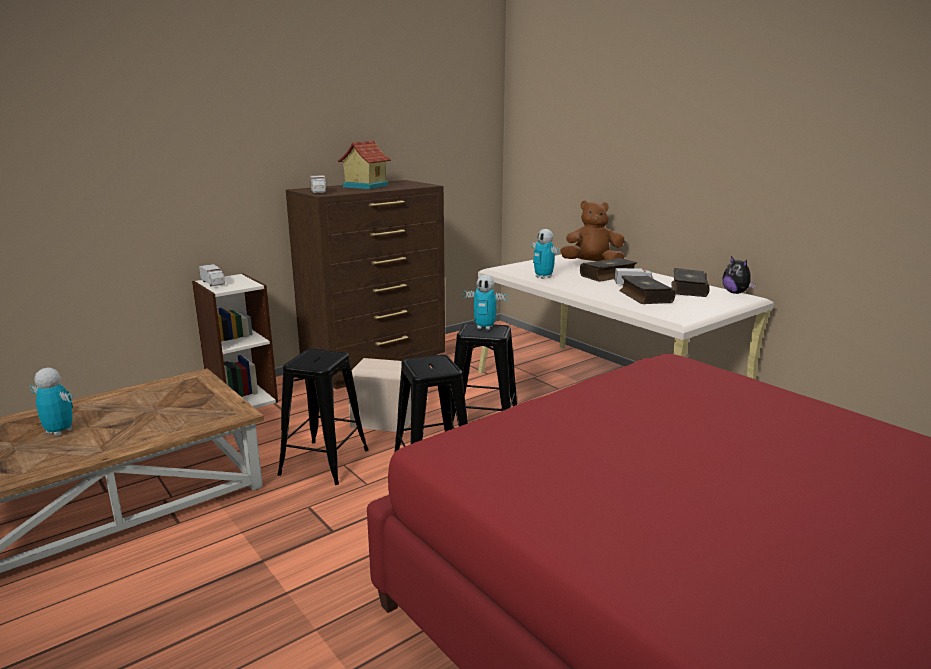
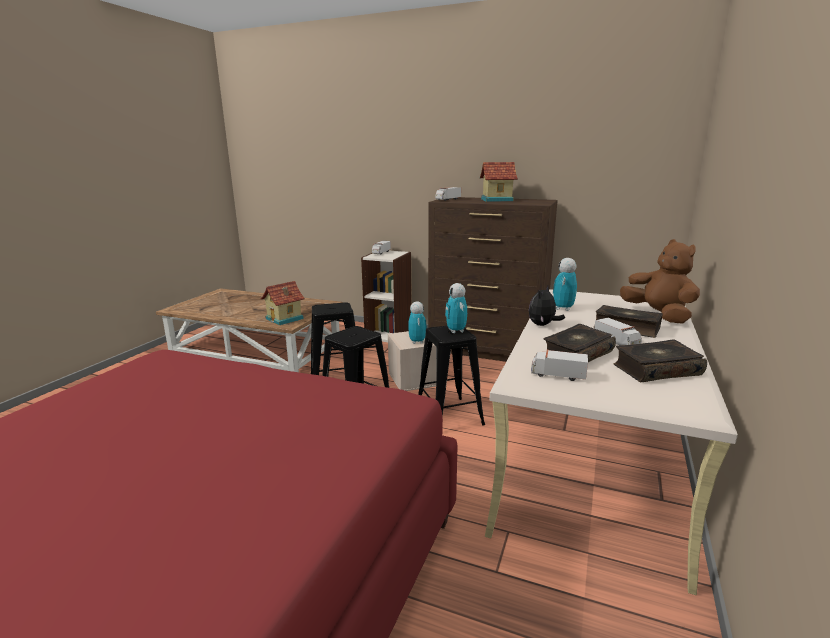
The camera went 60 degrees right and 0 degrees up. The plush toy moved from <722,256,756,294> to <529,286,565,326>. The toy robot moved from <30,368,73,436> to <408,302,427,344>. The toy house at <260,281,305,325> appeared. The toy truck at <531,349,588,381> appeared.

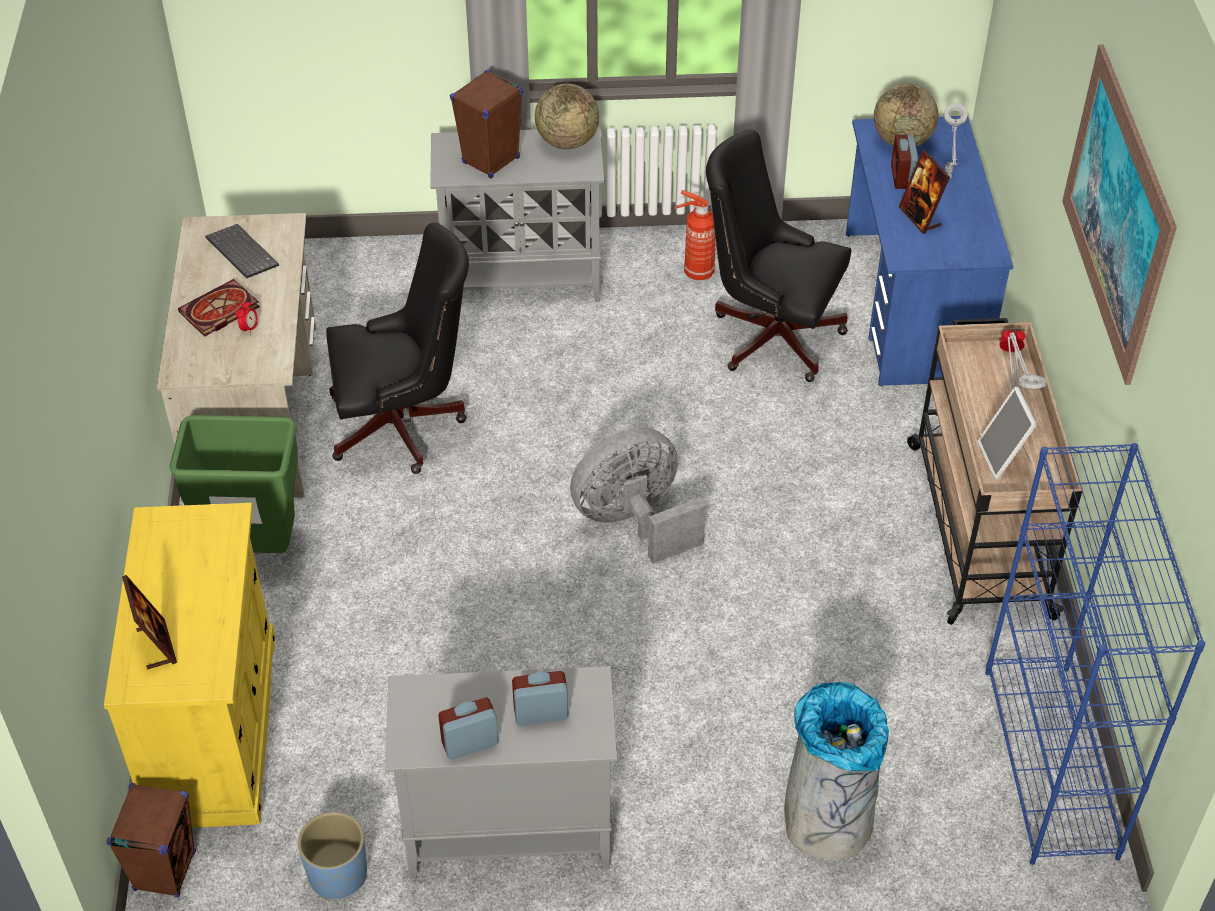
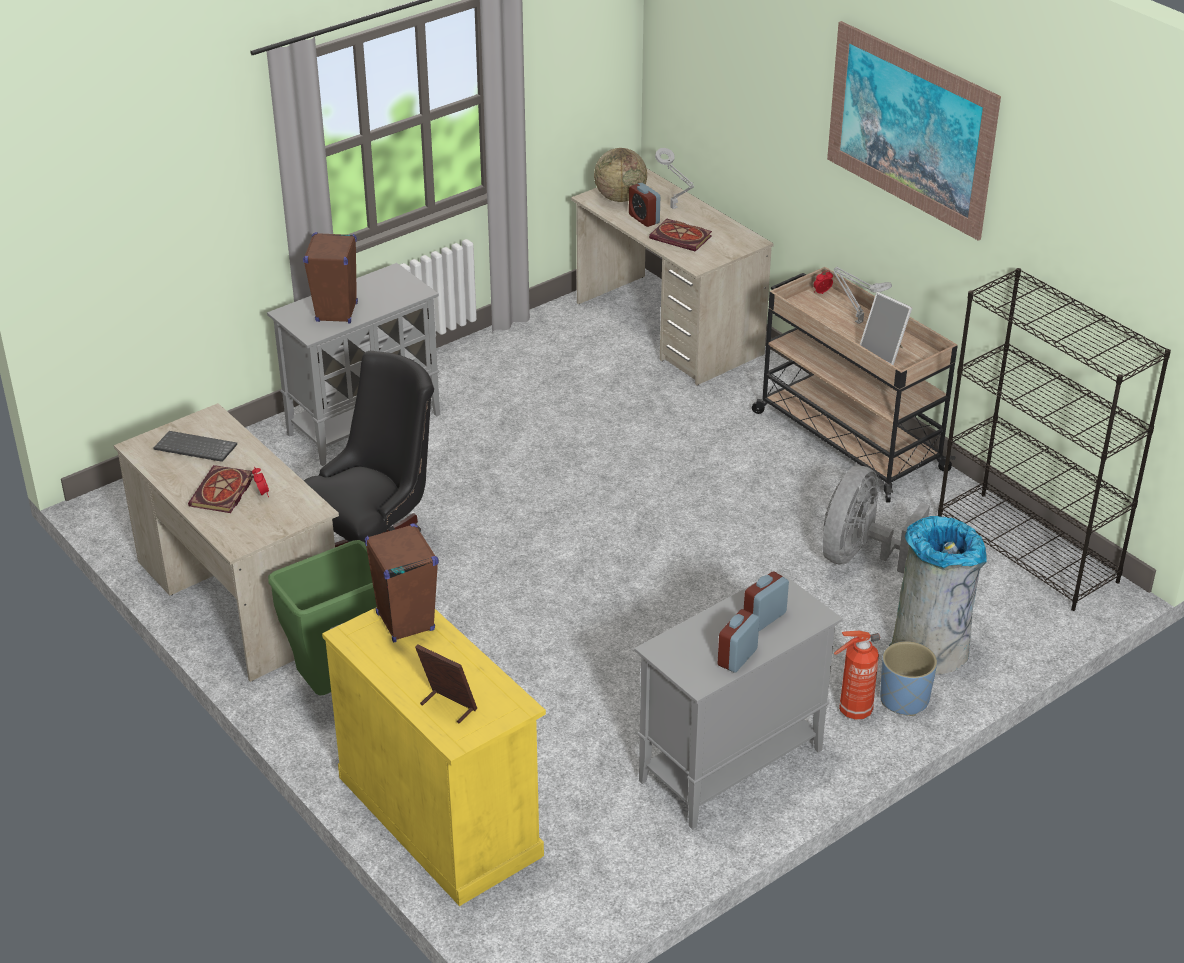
The camera went 35 degrees left and 10 degrees down. The globe at <535,83,599,149> disappeared. The desk/blue at <846,116,1013,386> became the desk/beige at <571,169,774,385>. The office chair/black at <706,129,851,382> disappeared. The picture frame at <899,150,950,234> was replaced by the book at <649,219,712,252>. The fire extinguisher moved from <674,190,716,280> to <834,631,880,720>. The fan/grey moved from <570,427,706,564> to <822,466,930,574>. The bookcase/blue at <985,443,1205,865> became the bookcase/black at <938,268,1171,611>. The speaker/brown moved from <107,783,196,898> to <365,523,439,642>. The planter/blue moved from <298,812,367,899> to <880,641,937,716>.

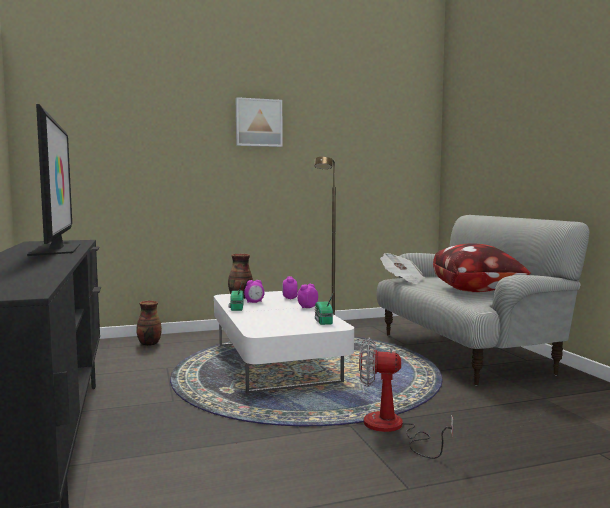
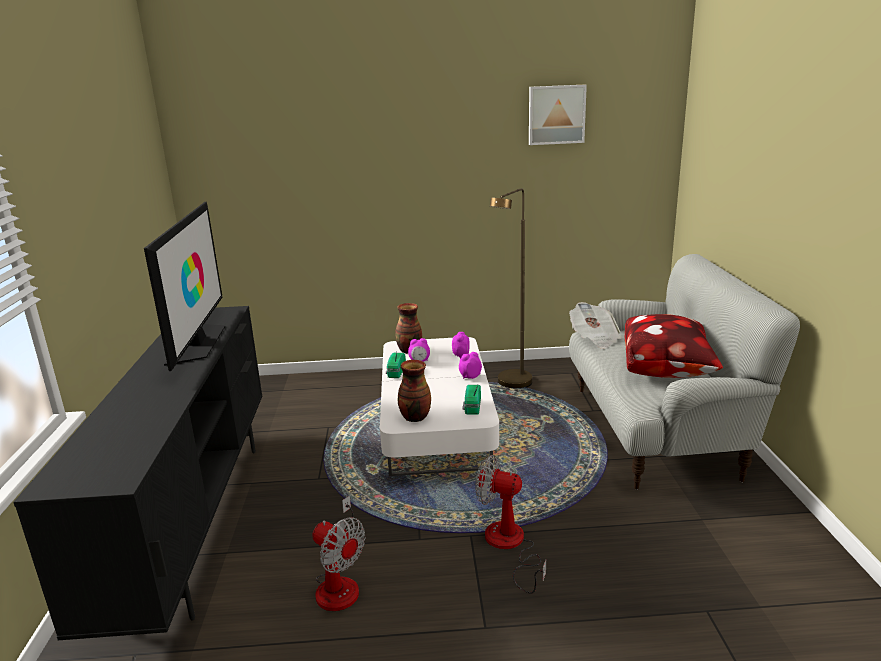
The camera went 15 degrees right and 15 degrees up. The picture moved from <236,97,283,147> to <529,85,587,145>. The vase moved from <136,301,162,346> to <398,360,431,422>. The fan at <313,495,365,611> appeared.

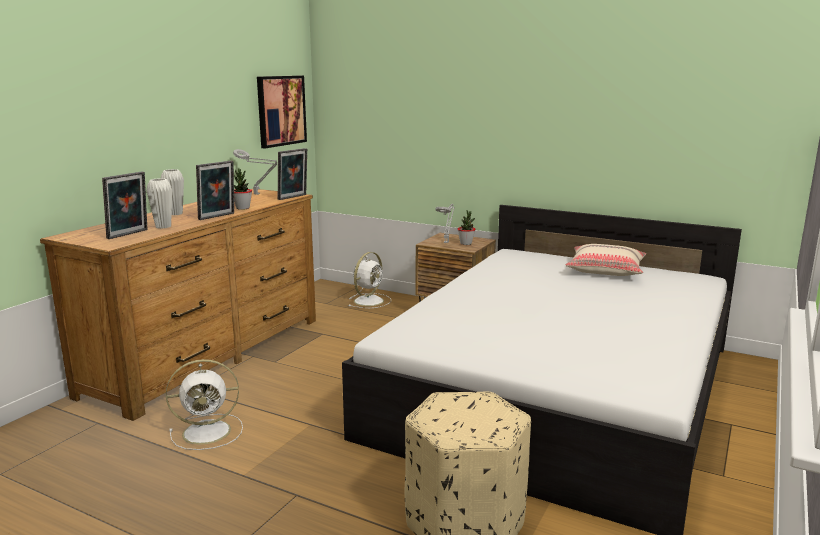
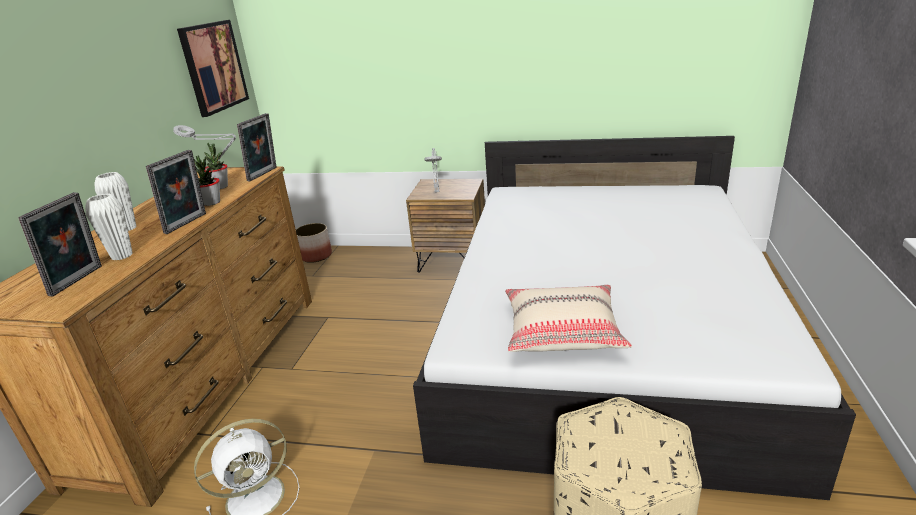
The camera went 15 degrees left and 10 degrees up. The potted plant moved from <457,210,475,245> to <204,143,228,189>. The pillow/beige moved from <566,244,646,276> to <505,285,632,352>. The fan/white at <348,252,391,308> disappeared. The planter at <296,223,332,263> appeared.

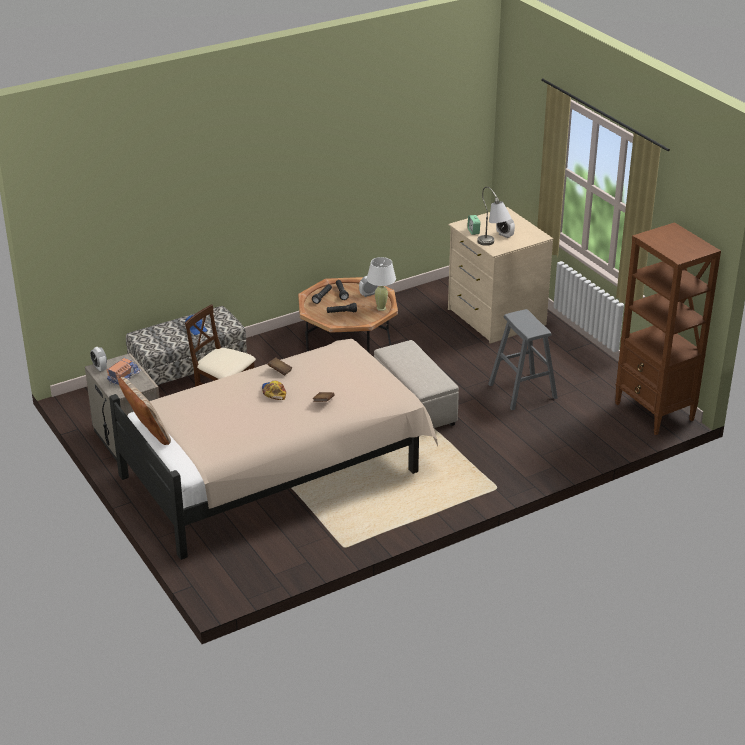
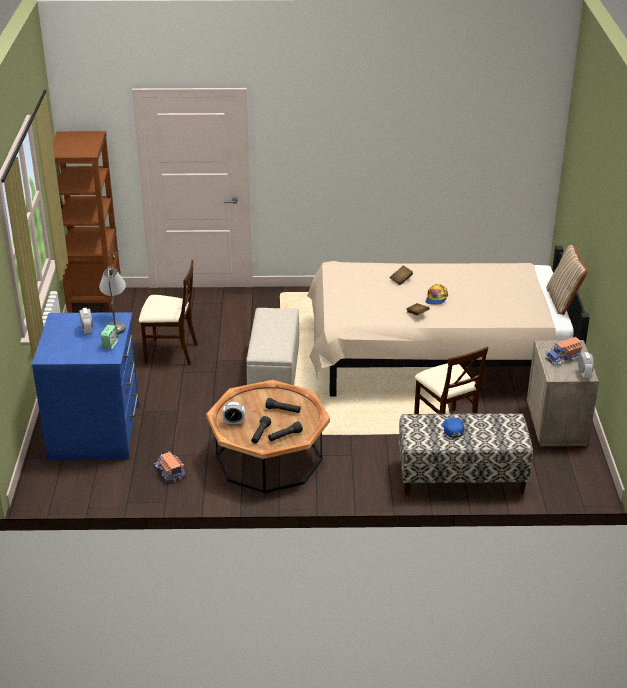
The camera went 150 degrees left and 0 degrees up. The dresser/beige at <448,207,553,344> became the dresser/blue at <32,312,139,460>. The table lamp/white at <367,257,396,311> disappeared. The stool/grey at <488,309,558,410> was replaced by the chair/beige at <139,260,198,365>. The toy truck at <155,451,186,483> appeared.

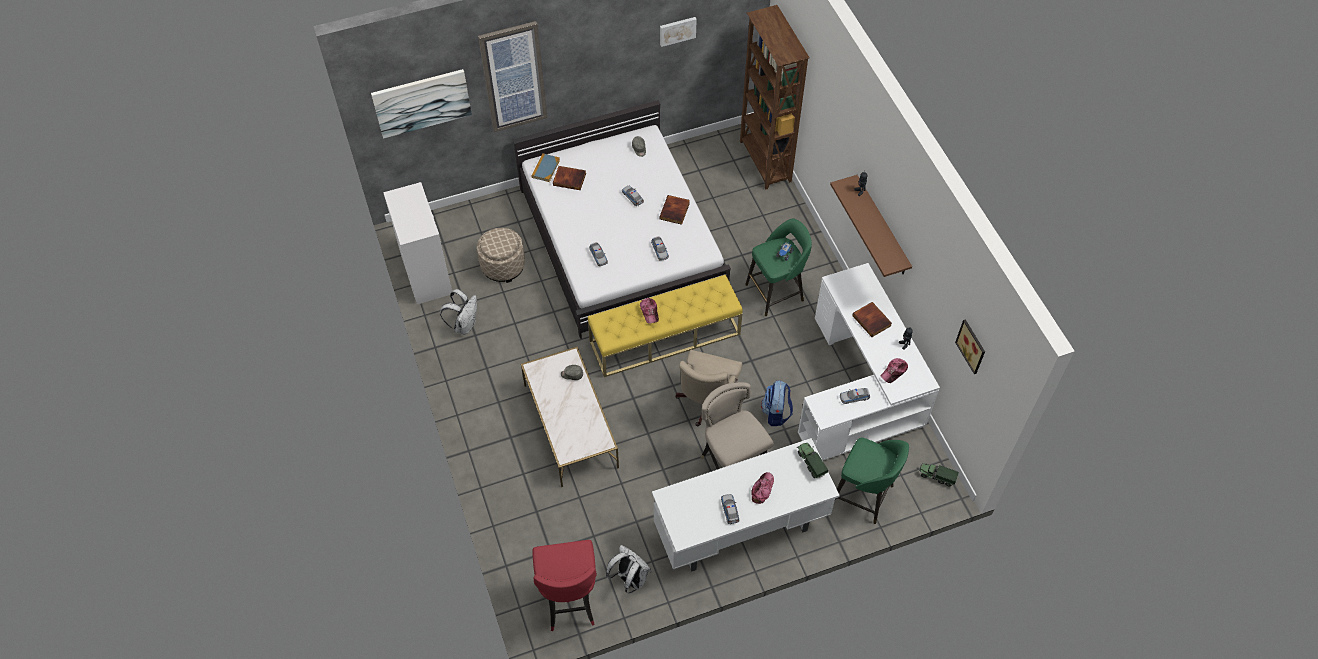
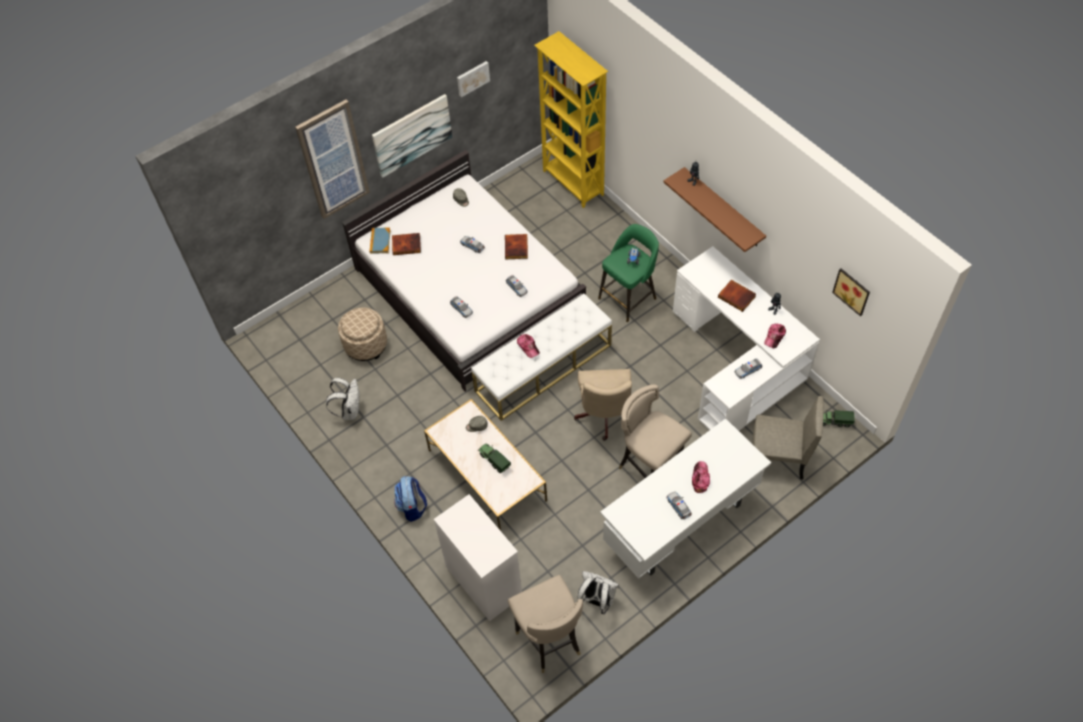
The camera went 15 degrees left and 0 degrees up. The bookcase/brown at <740,5,810,189> became the bookcase/yellow at <534,31,608,208>. The picture moved from <371,69,472,139> to <372,94,452,178>. The dresser/white moved from <383,182,452,304> to <434,494,522,621>. The bench/yellow at <588,275,743,377> became the bench/white at <471,294,612,421>. The backpack moved from <761,380,793,426> to <394,476,427,522>. The stool/green at <834,438,909,524> was replaced by the chair/beige at <752,396,824,479>. The toy truck moved from <797,443,828,478> to <478,443,511,473>. The stool/red at <532,540,597,631> became the stool/beige at <508,575,583,673>.

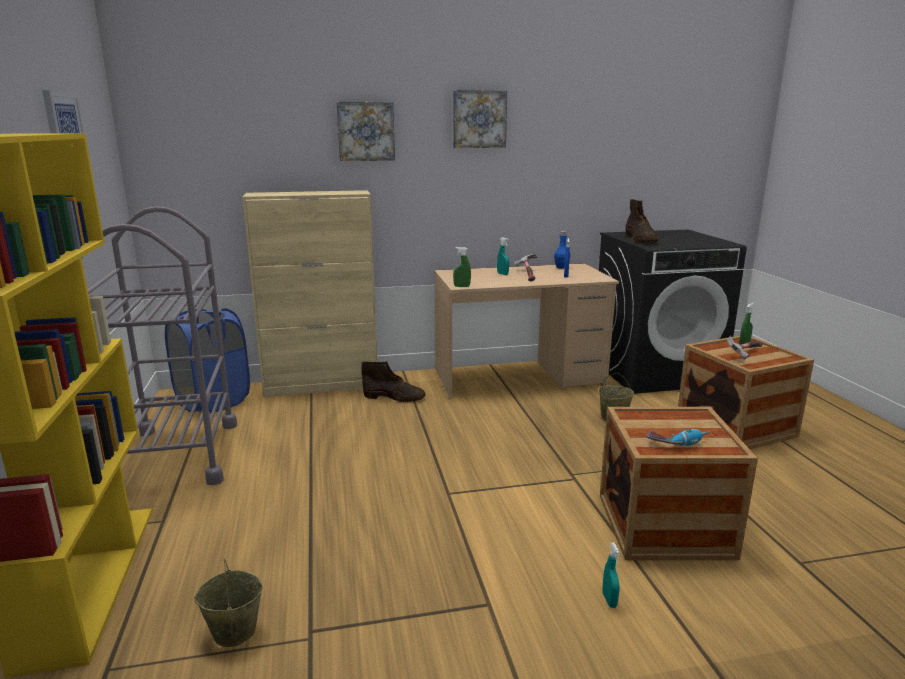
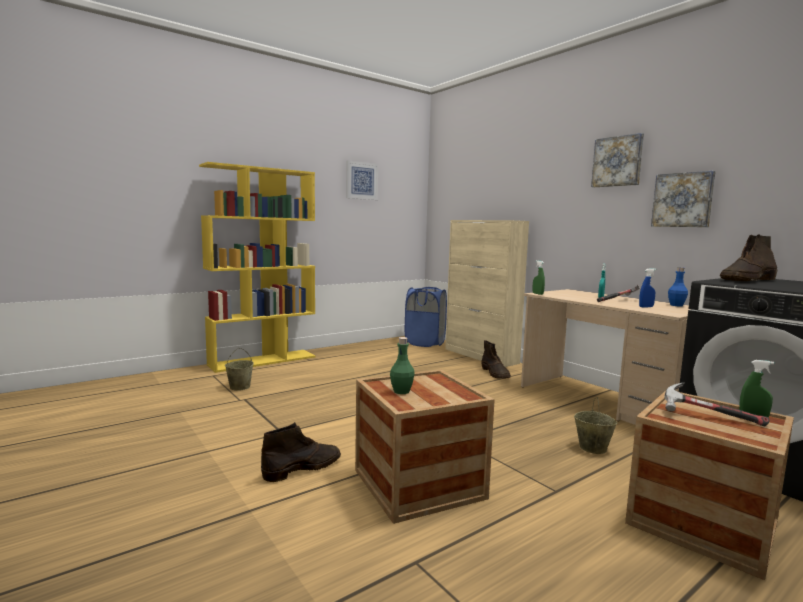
The camera went 65 degrees right and 10 degrees down. The picture moved from <337,102,395,161> to <651,171,716,227>. The cart/grey at <81,206,237,489> disappeared. The power drill at <647,429,710,446> was replaced by the bottle/green at <390,337,415,394>. The spray bottle/turquoise at <603,542,620,608> was replaced by the boot/brown at <261,422,341,482>.

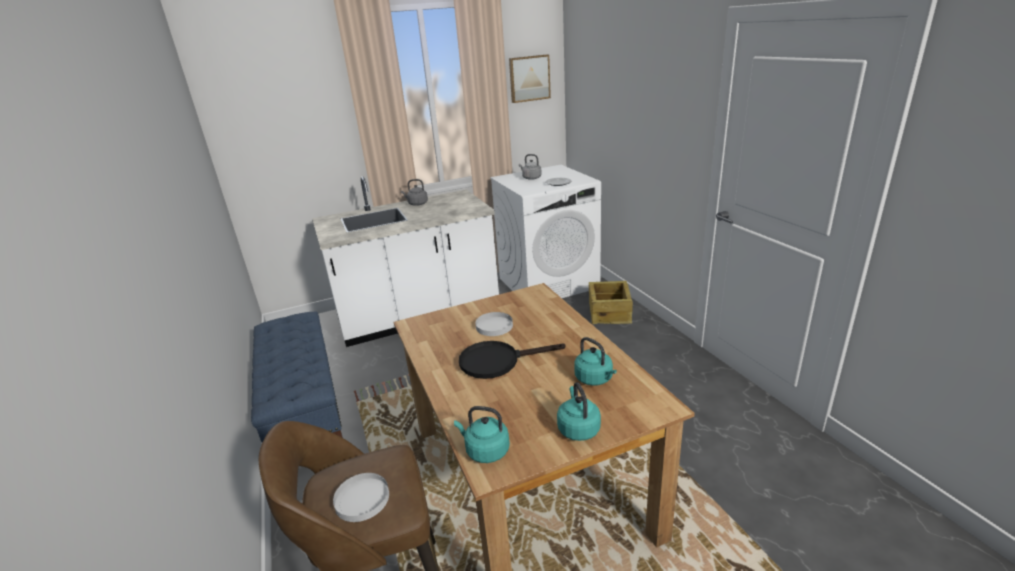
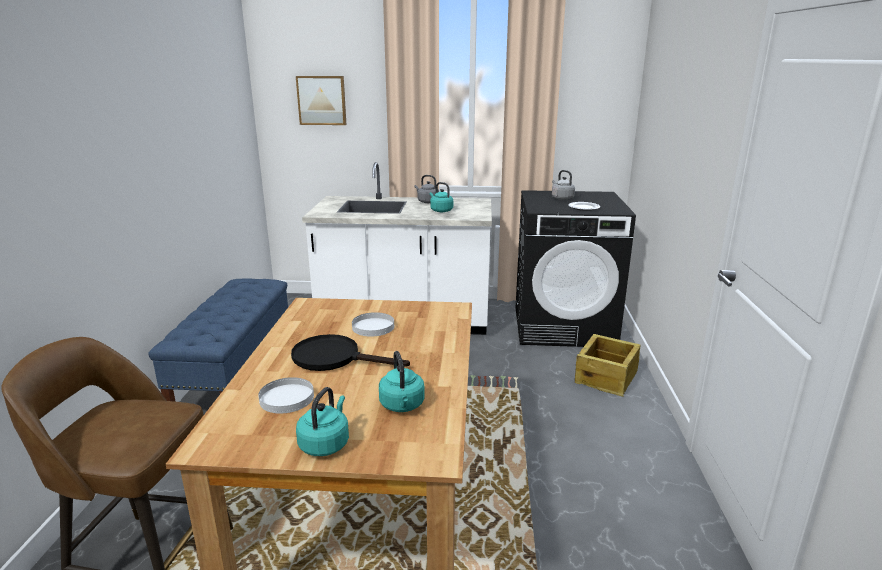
The camera went 25 degrees right and 5 degrees down. The picture moved from <509,54,551,103> to <296,76,346,125>. The washing machine/white at <490,165,601,298> became the washing machine/black at <516,190,636,347>. The kettle/turquoise moved from <454,406,510,463> to <430,182,453,212>. The plate/white moved from <333,473,389,522> to <258,377,314,414>.

